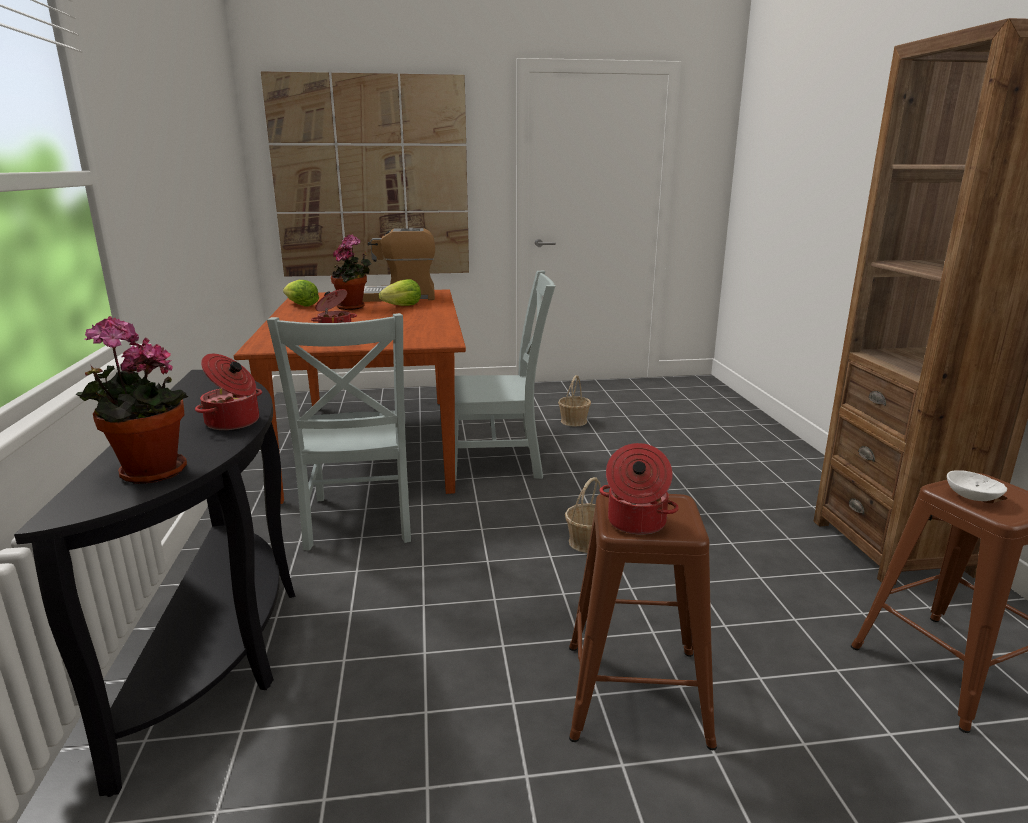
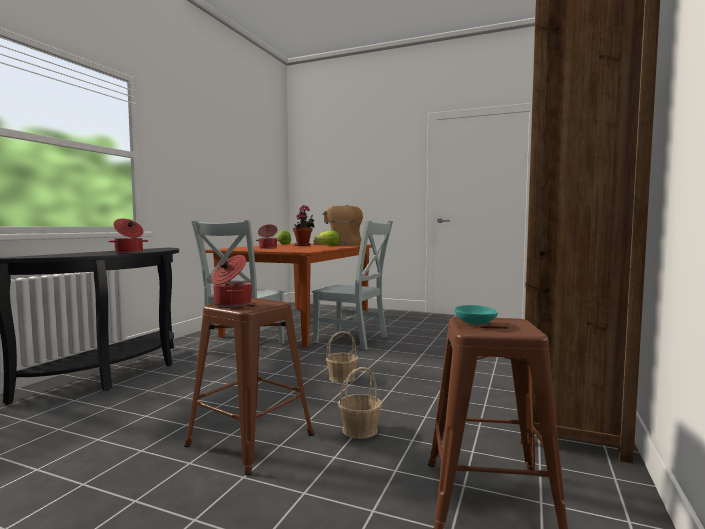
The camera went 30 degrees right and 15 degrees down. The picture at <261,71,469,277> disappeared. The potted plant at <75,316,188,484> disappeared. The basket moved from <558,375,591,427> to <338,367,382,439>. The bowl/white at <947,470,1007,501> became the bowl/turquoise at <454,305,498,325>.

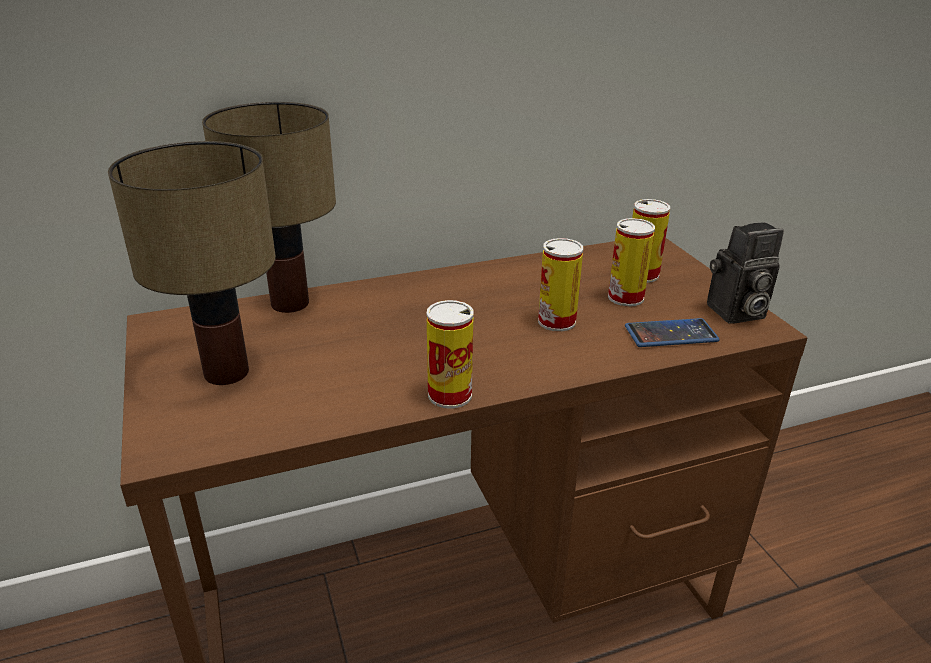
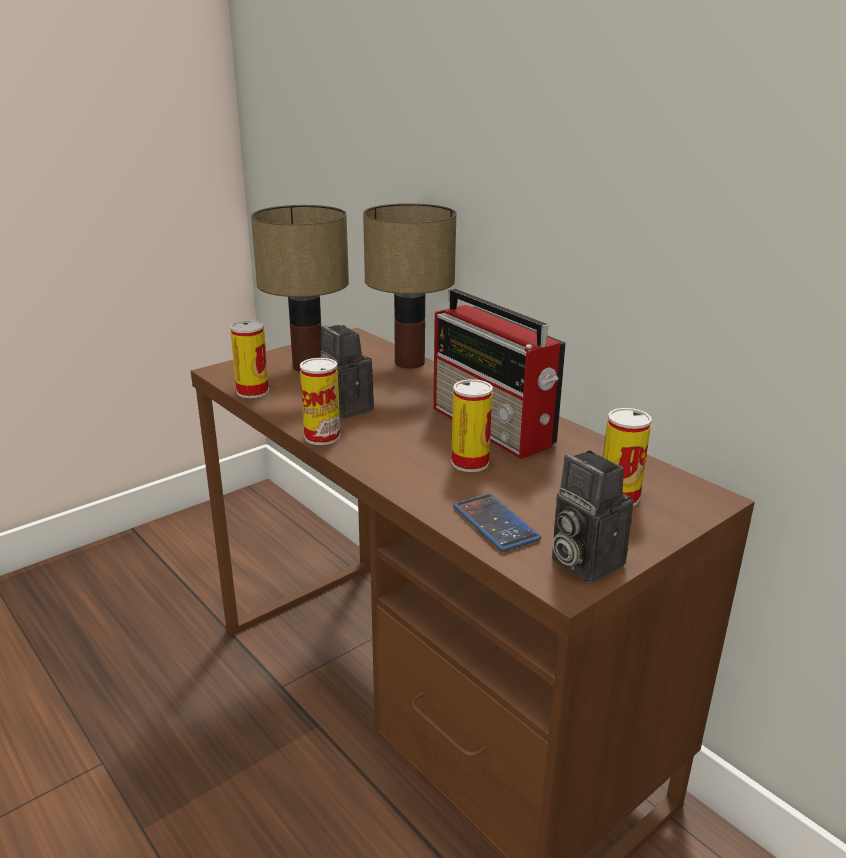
The camera went 70 degrees right and 5 degrees down. The can moved from <608,218,655,307> to <230,320,269,398>. The radio at <433,289,566,459> appeared. The photo camera at <320,325,374,419> appeared.

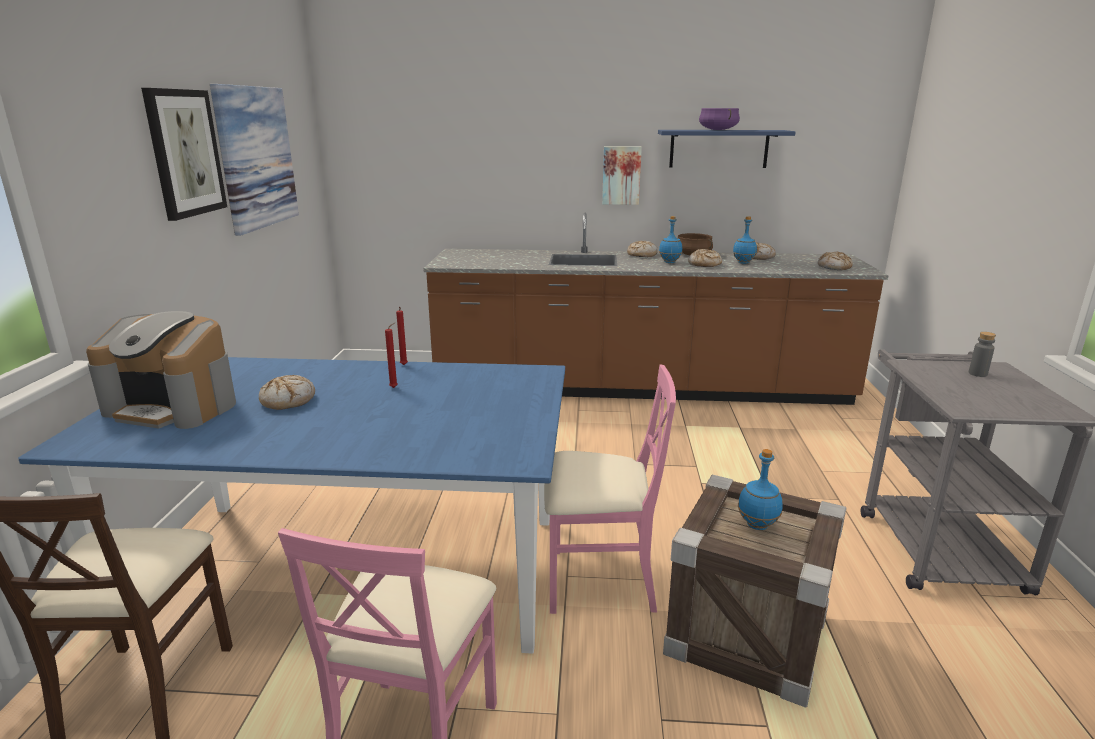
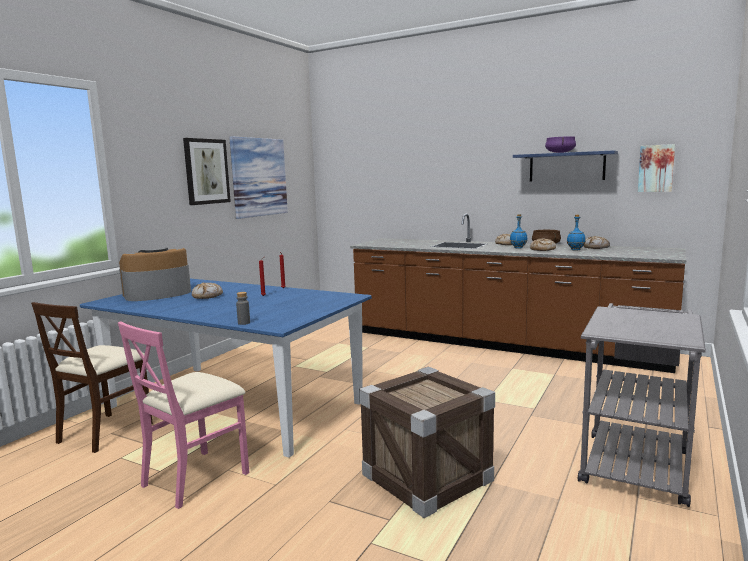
The camera went 25 degrees right and 10 degrees down. The picture moved from <602,146,642,205> to <638,144,675,192>. The bread at <818,252,853,270> disappeared. The coffee machine at <86,311,236,429> turned 105 degrees clockwise. The bottle/grey moved from <969,332,996,377> to <236,292,250,325>. The chair/pink at <544,364,676,614> disappeared. The bottle/blue at <738,449,783,530> disappeared.

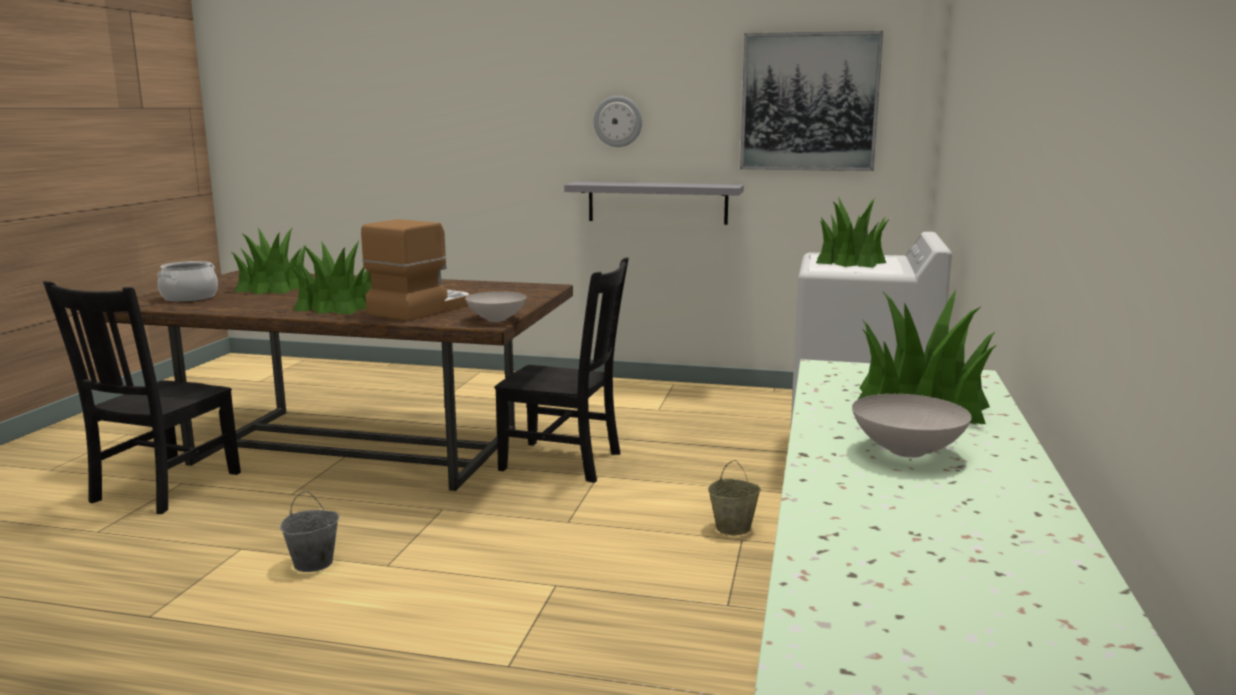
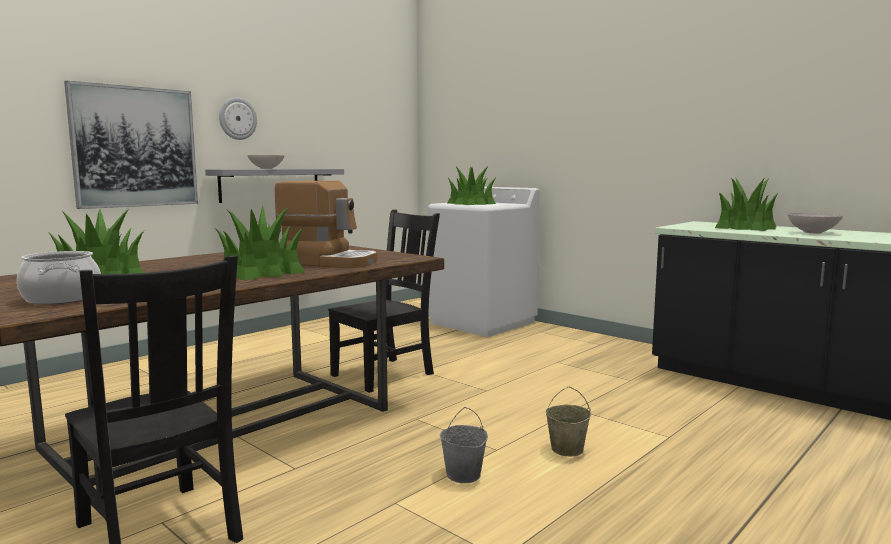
The camera went 60 degrees left and 5 degrees down. The picture moved from <740,31,883,171> to <64,81,198,209>. The coffee machine at <361,219,470,321> turned 135 degrees clockwise. The bowl/white moved from <465,291,527,322> to <247,155,285,169>. The bucket/beige moved from <708,460,761,535> to <546,387,591,456>.

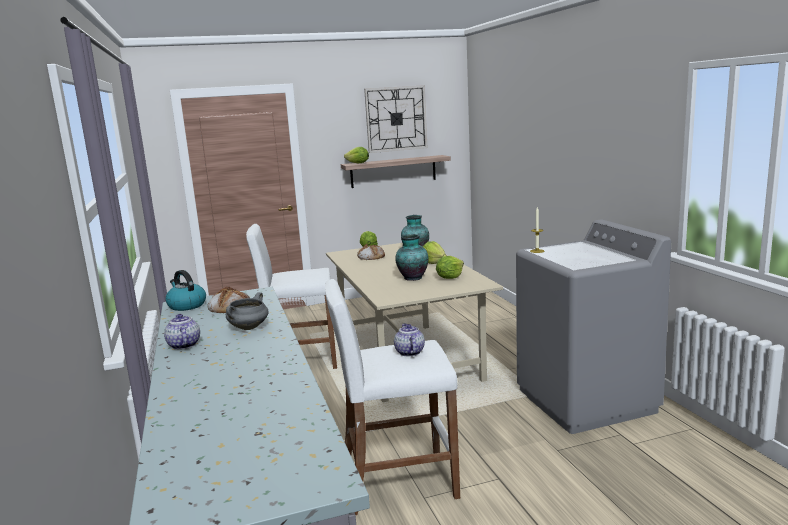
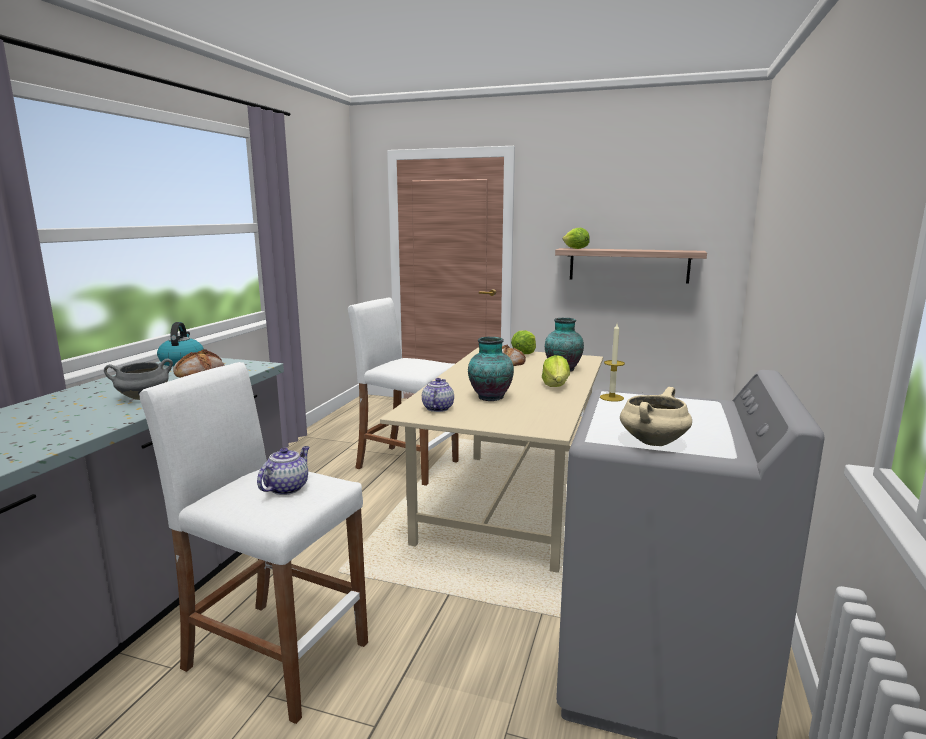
The camera went 35 degrees right and 0 degrees up. The wall clock at <364,85,427,153> disappeared. The lettuce at <436,256,464,279> disappeared. The teapot moved from <164,314,200,350> to <422,378,454,412>. The cooking pot/beige at <620,387,692,446> appeared.

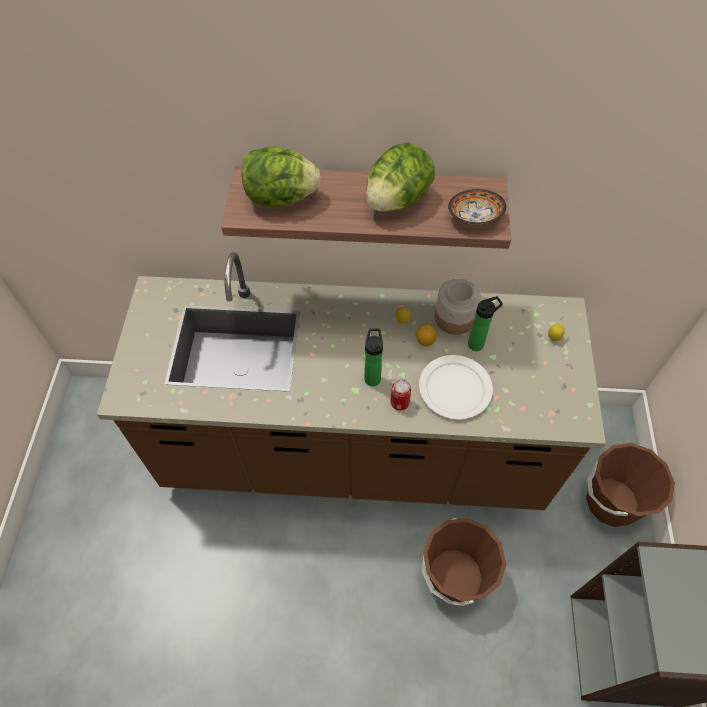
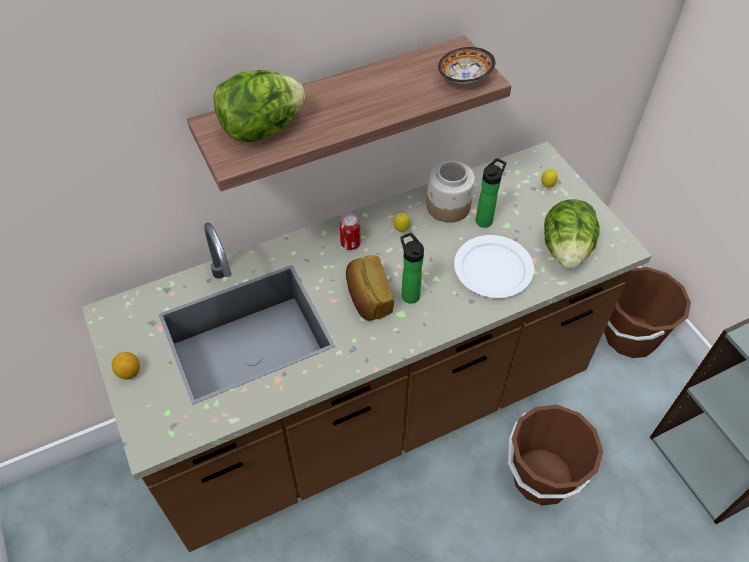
The camera went 30 degrees left and 5 degrees down. The lettuce moved from <366,143,435,211> to <544,199,600,268>. The lemon moved from <416,324,437,346> to <112,352,140,379>. The can moved from <390,379,411,411> to <340,214,361,250>. The bread at <346,255,394,321> appeared.

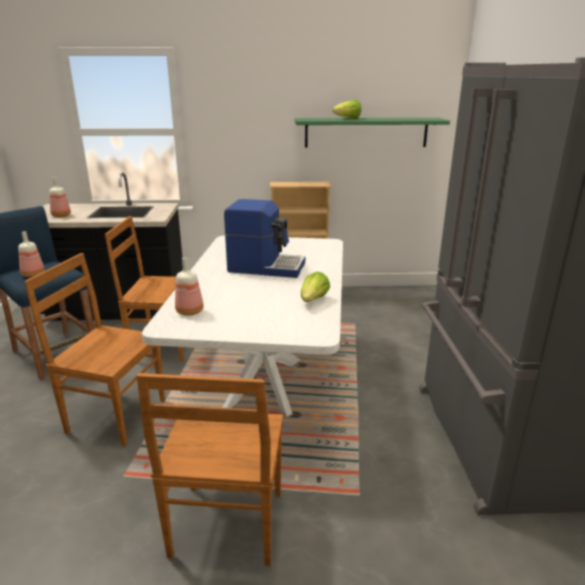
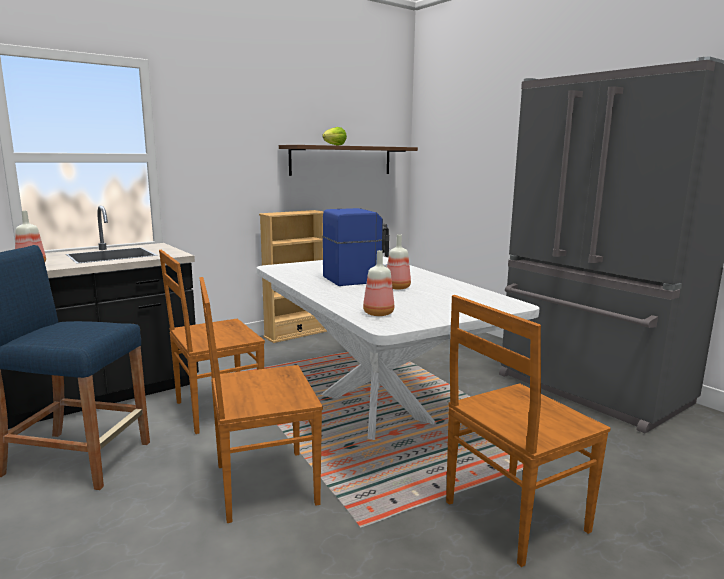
The camera went 35 degrees left and 10 degrees down. The shelf/green at <295,118,450,148> became the shelf/brown at <279,145,418,176>. The bottle moved from <18,231,45,277> to <387,234,411,289>. The lettuce at <301,271,330,302> disappeared. The chair/brown at <136,373,283,566> turned 90 degrees clockwise.

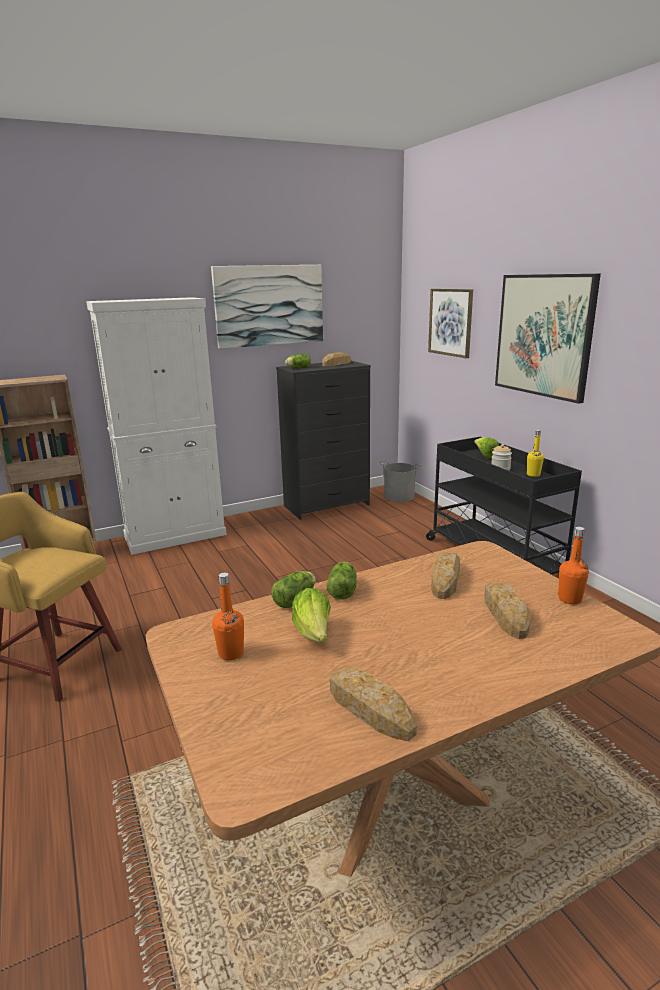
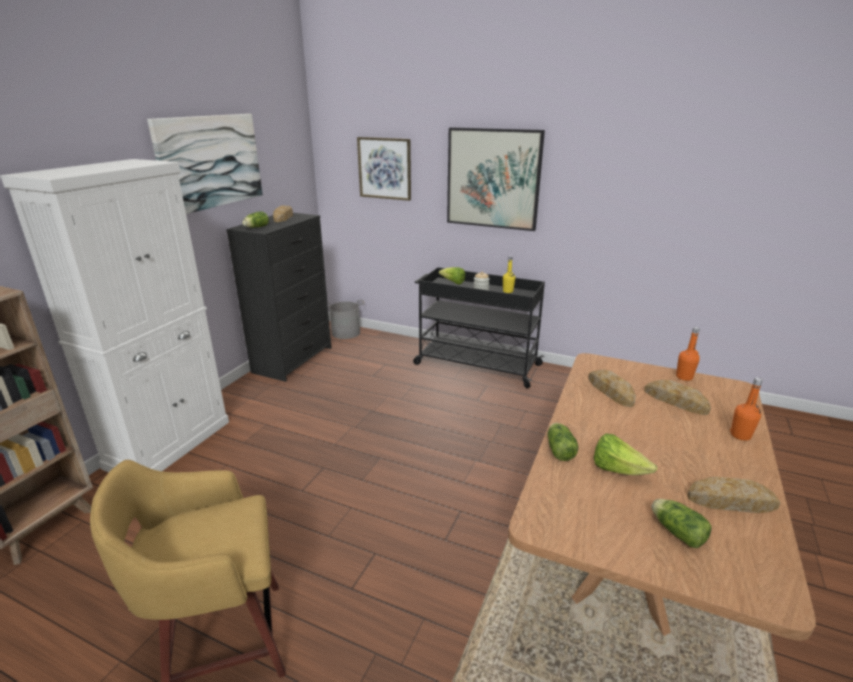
The camera went 40 degrees left and 5 degrees up. The lettuce moved from <326,562,357,600> to <651,499,712,548>. The bottle/orange moved from <212,573,244,660> to <730,377,763,441>.

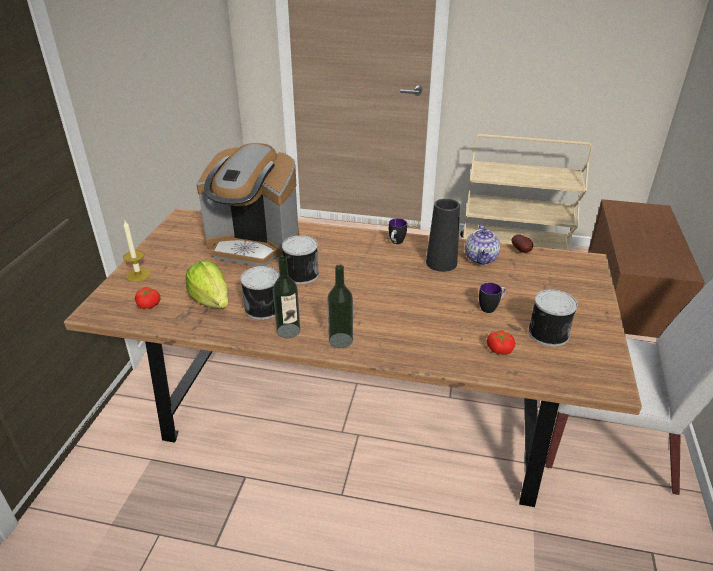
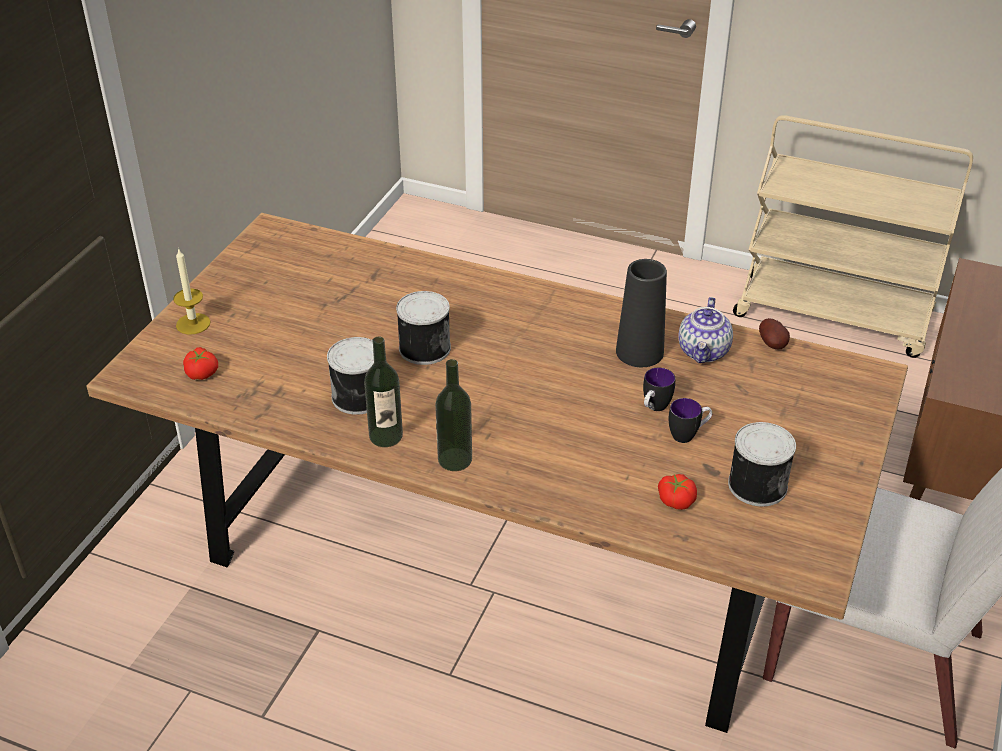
The camera went 10 degrees right and 5 degrees up. The coffee machine at <196,143,299,266> disappeared. The mug moved from <389,218,407,244> to <643,368,675,411>. The lettuce at <185,260,228,308> disappeared.

